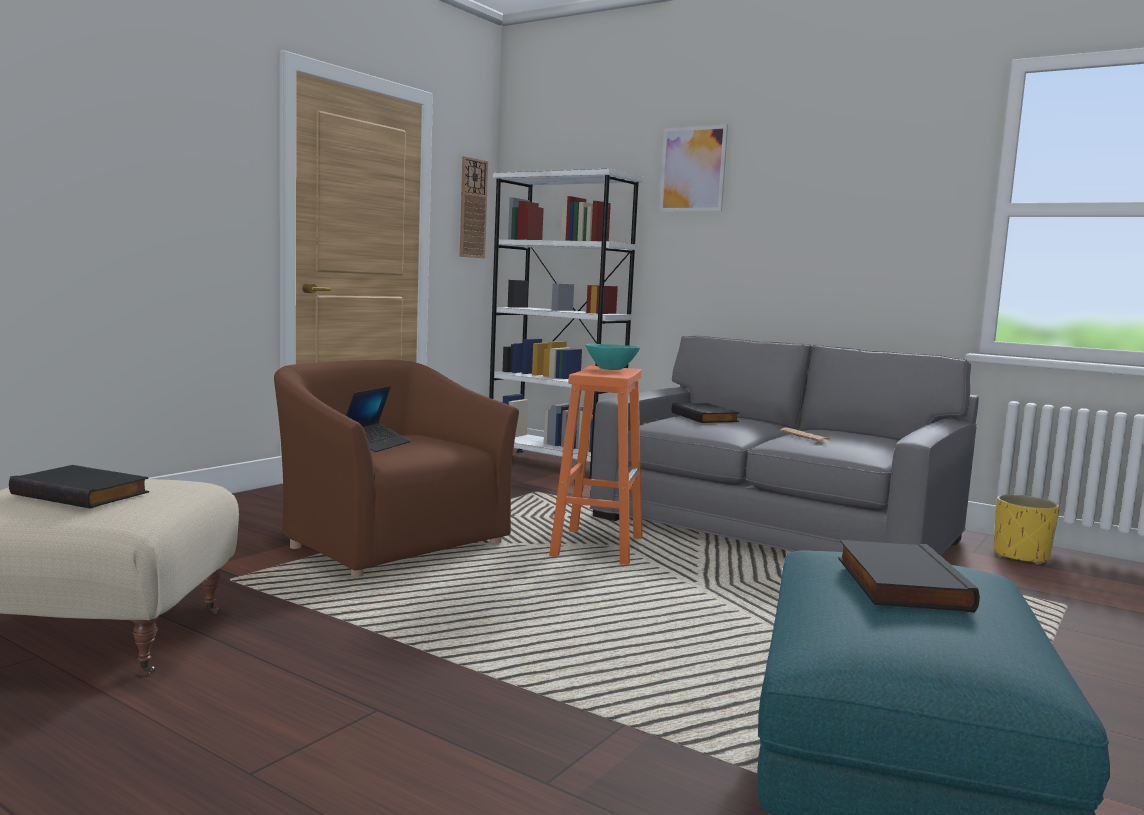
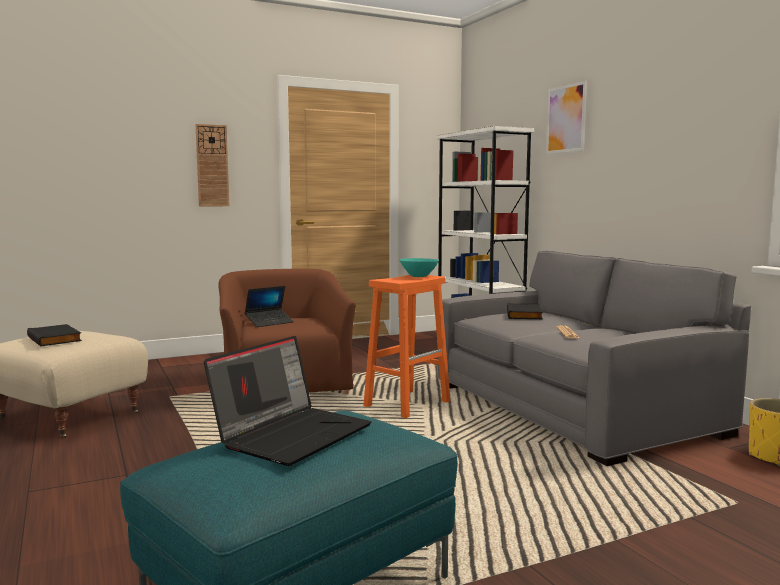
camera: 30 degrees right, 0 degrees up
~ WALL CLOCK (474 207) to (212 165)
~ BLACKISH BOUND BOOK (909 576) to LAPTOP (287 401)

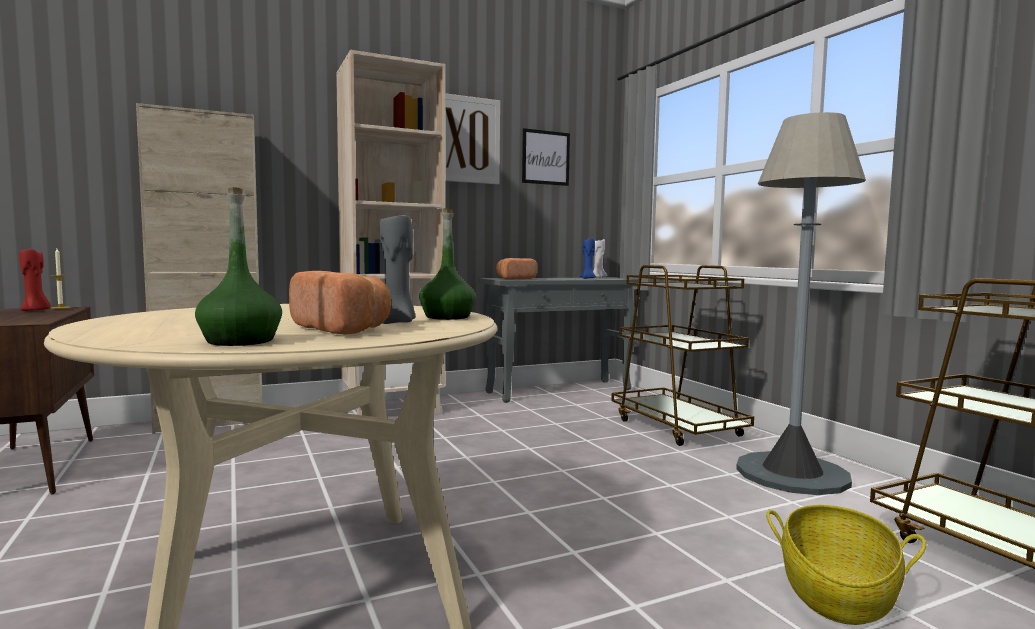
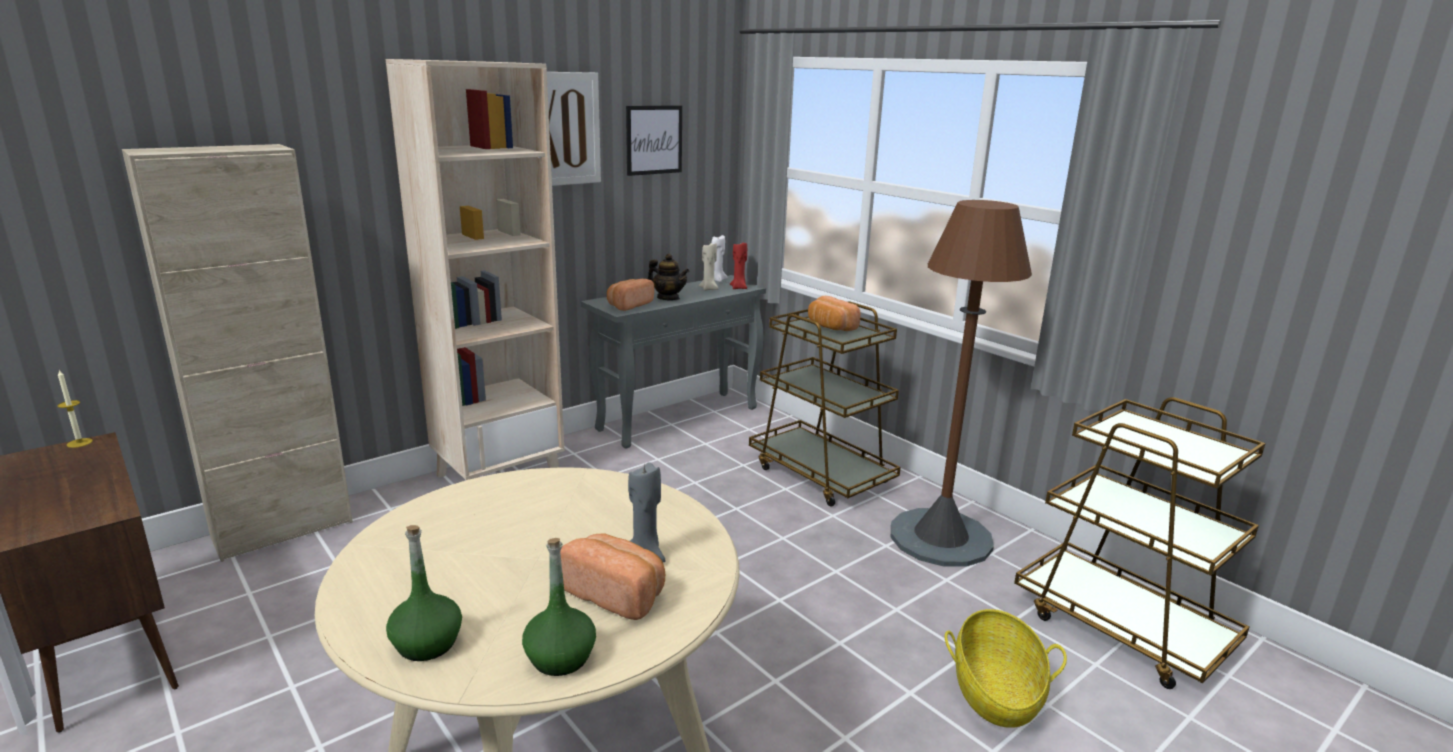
camera: 15 degrees left, 15 degrees up
~ GREYISH STANDARD LAMP (801 303) to BROWNISH STANDARD LAMP (961 383)
~ GREEN-COLOURED BEVERAGE BOTTLE (447 264) to (424 593)
~ BLUISH CANDLE (588 259) to BEIGE-COLOURED CANDLE (708 267)
~ RED CANDLE (35 280) to (738 266)
+ TEAPOT (668 277)
+ BAKED BREAD (834 313)

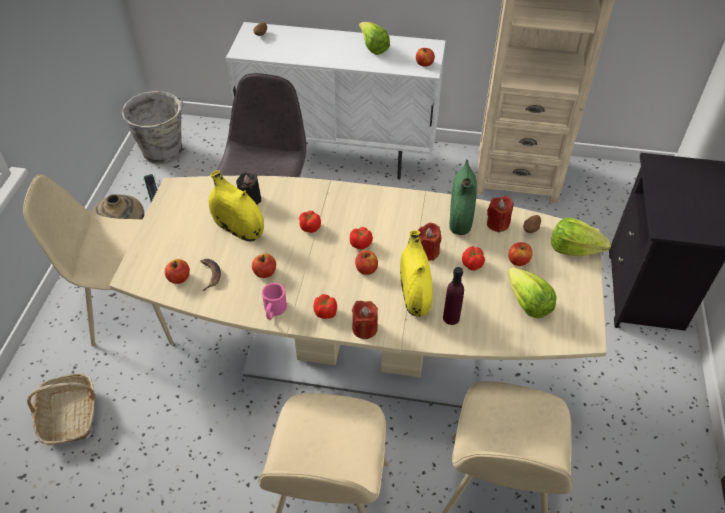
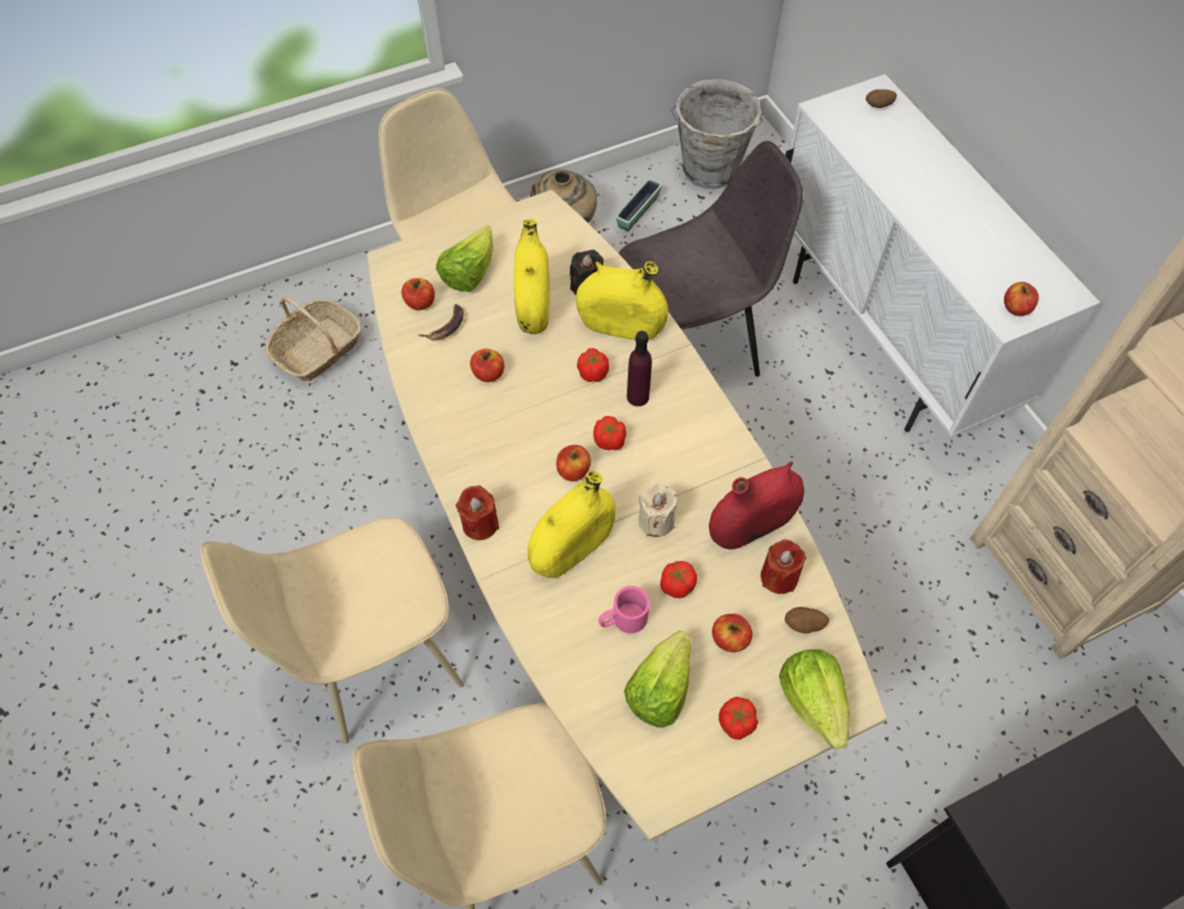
camera: 55 degrees right, 10 degrees up
~ LETTUCE HEAD (374 38) to (464 258)
~ GREEN-COLOURED DECORATIVE VASE (463 197) to RED DECORATIVE VASE (756 505)
~ RED CANDLE (430 242) to BEIGE-COLOURED CANDLE (658 510)
~ PURPLE-COLOURED BEVERAGE BOTTLE (453 296) to (639 368)
~ PINK MUG (274 301) to (624 609)
~ TOMATO (325 306) to (738 718)
+ YELLOW DECORATIVE VASE (622 300)

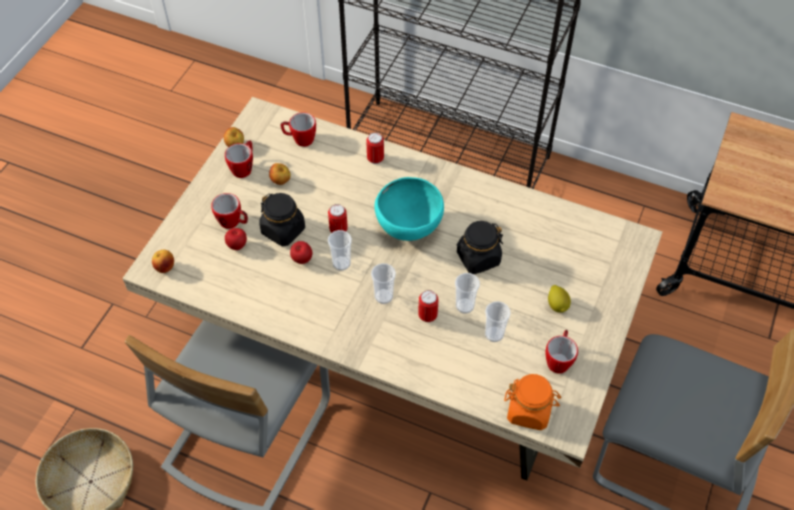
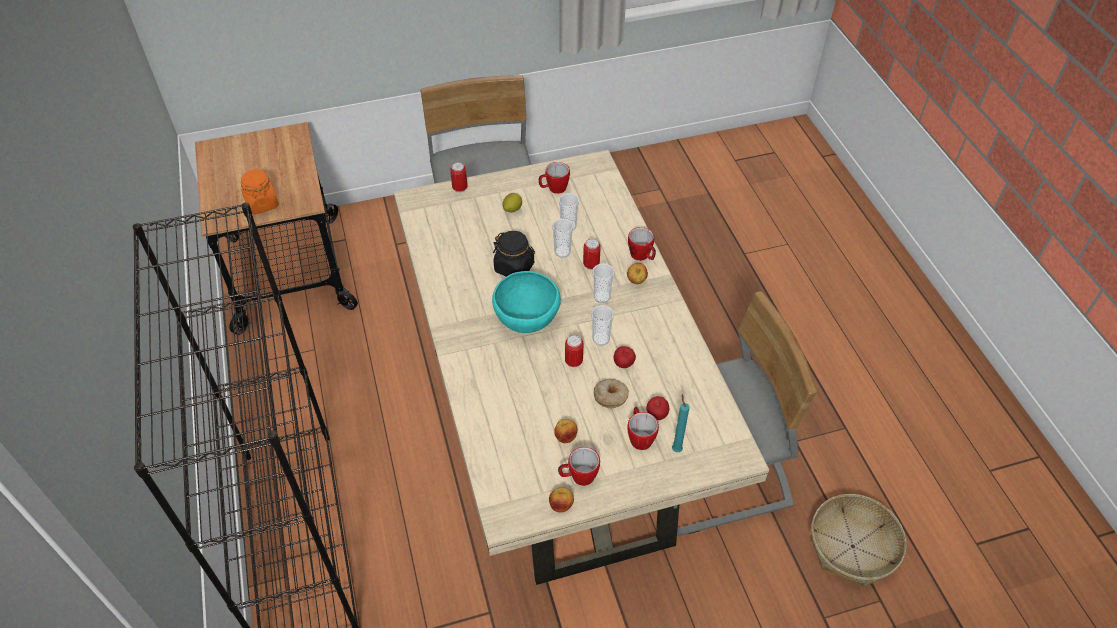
camera: 130 degrees left, 5 degrees down
~ MUG (298 129) to (642 244)
~ METAL CAN (375 148) to (459 177)
~ BLACKISH JAR (282 219) to DOUGHNUT (611 393)
~ WHOLE APPLE (163 261) to (637 273)
~ ORANGE JAR (532 402) to (260 191)
+ TURQUOISE-COLOURED CANDLE (680 423)

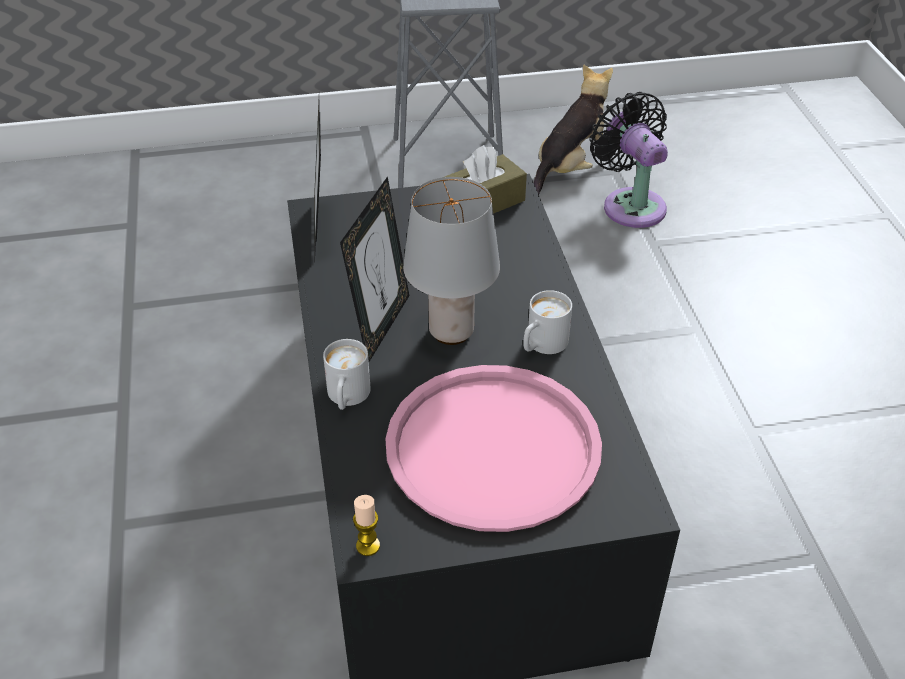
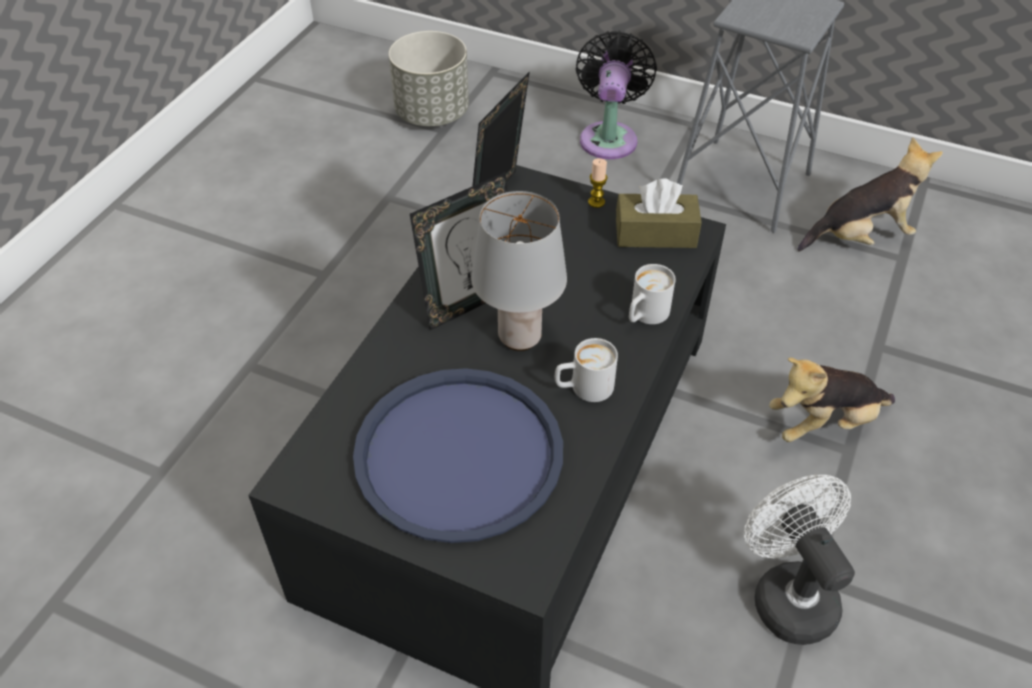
camera: 35 degrees right, 5 degrees up
~ BLACKISH ELECTRIC FAN (628 160) to (616 95)
~ WHITE MUG (347 374) to (652 294)
~ PINK SERVING TRAY (493 448) to BLUISH SERVING TRAY (458 455)
~ CANDLE (366 525) to (597 183)
+ GREYISH PLANTER (429 78)
+ PLUSH TOY (832 399)
+ WHITE ELECTRIC FAN (799 560)

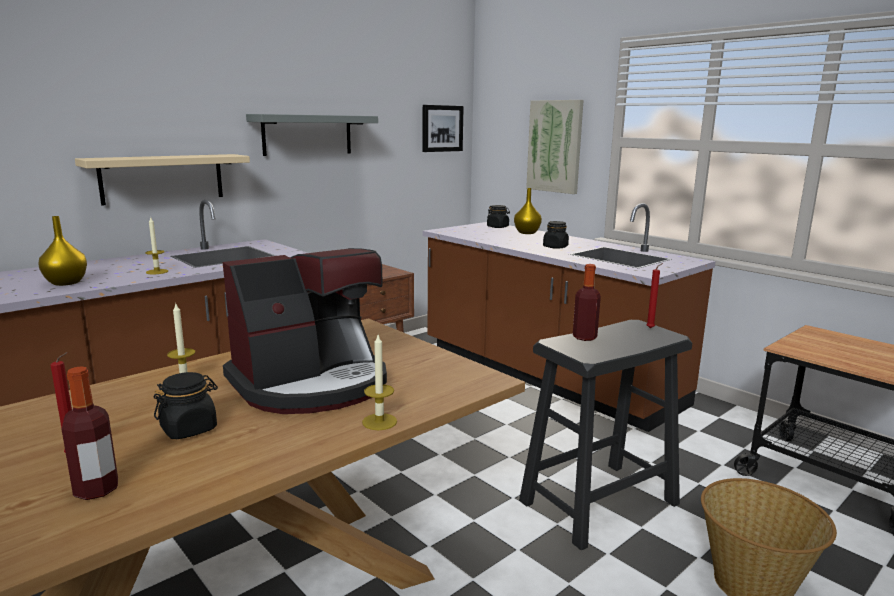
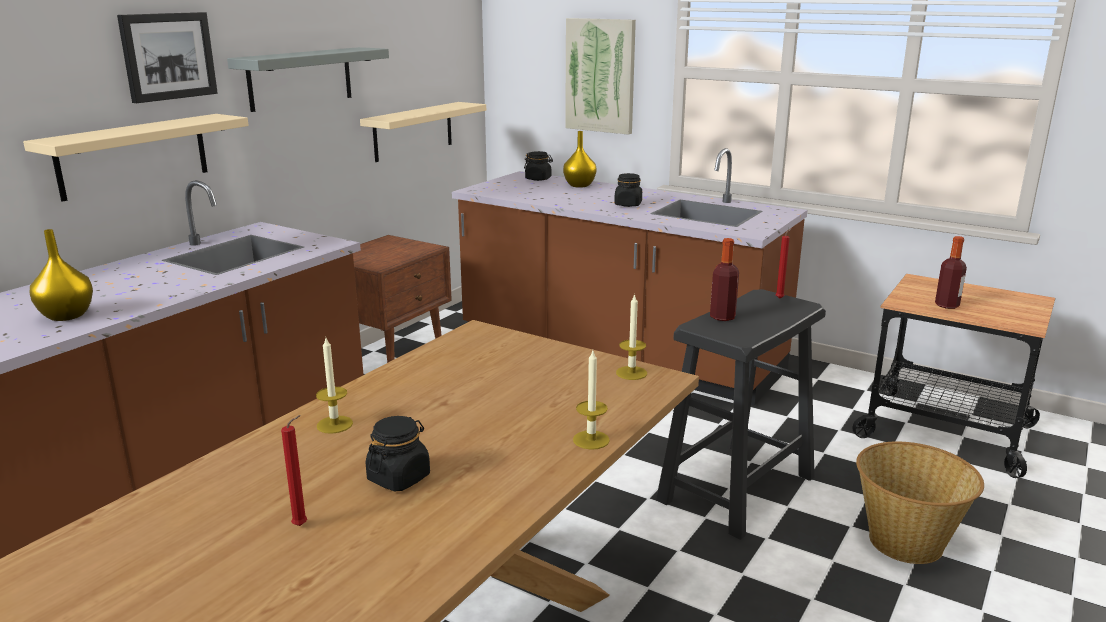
camera: 15 degrees left, 5 degrees up
~ WALL ART (443 128) to (167 57)
~ CANDLE (156 245) to (631 337)
- COFFEE MAKER (305 331)
~ BEVERAGE BOTTLE (90 433) to (951 272)
+ BEIGE-COLOURED WALL SHELF (423 132)

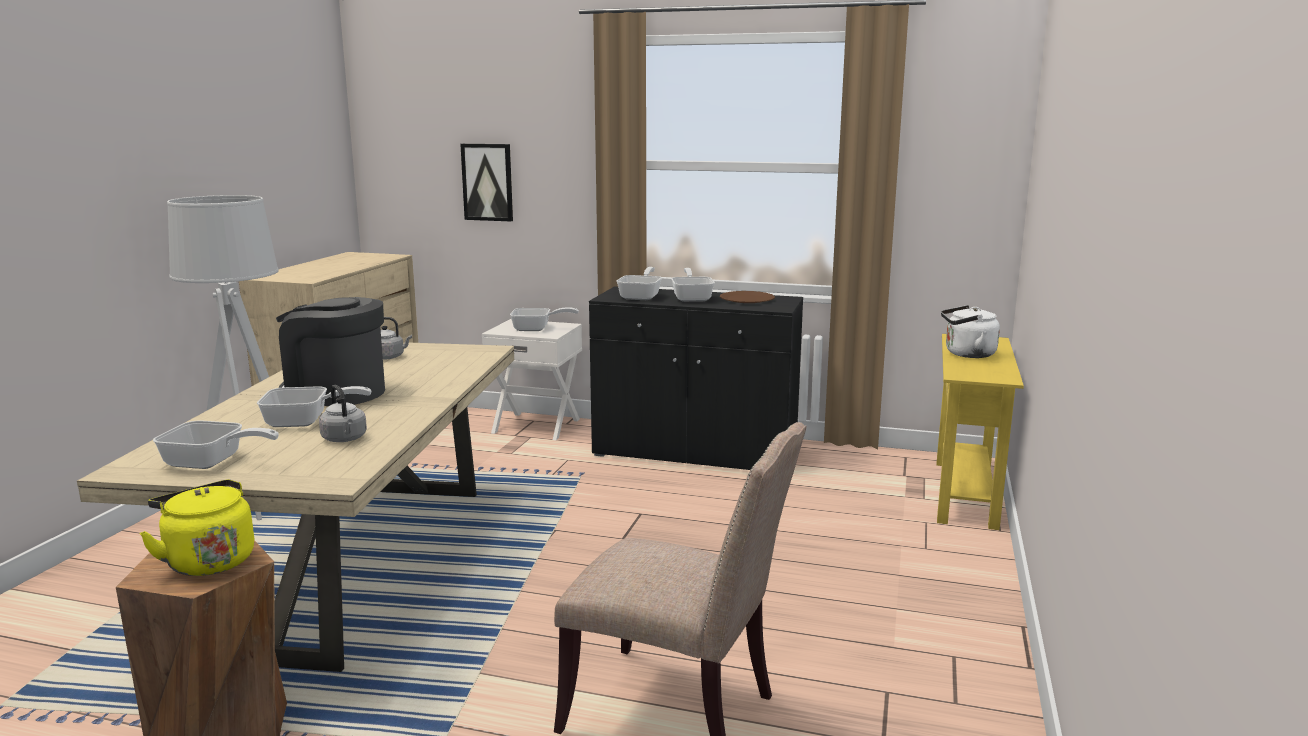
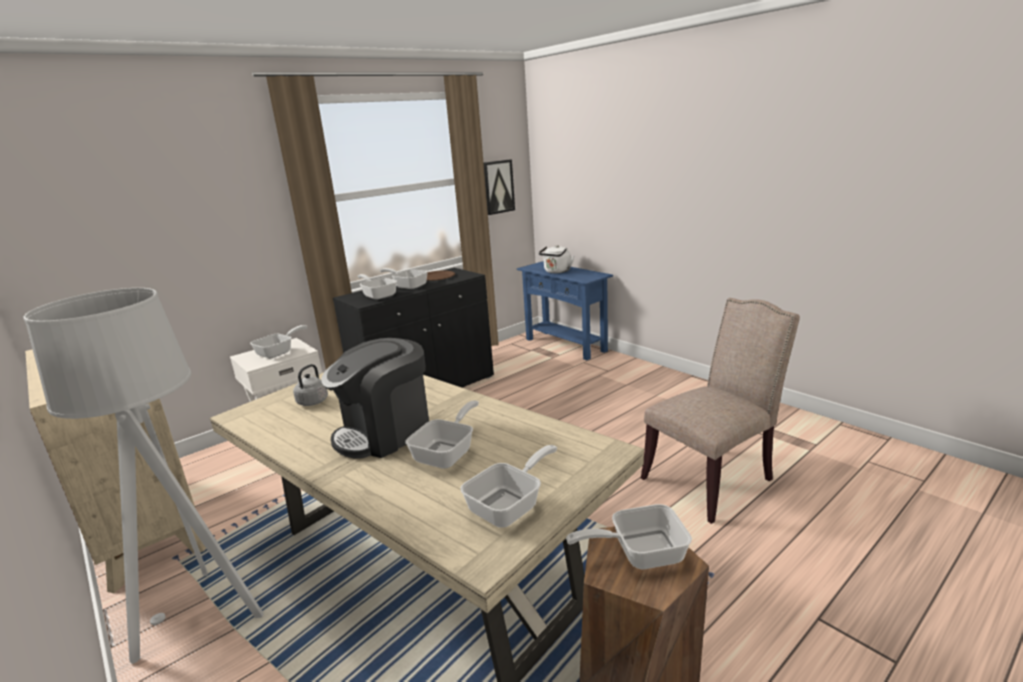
camera: 55 degrees left, 5 degrees up
~ WALL ART (486 182) to (499 187)
~ YELLOW HALL TABLE (980 432) to BLUISH HALL TABLE (565 310)
- GREYISH KETTLE (343 413)
~ YELLOW KETTLE (196 527) to PAN (629 536)

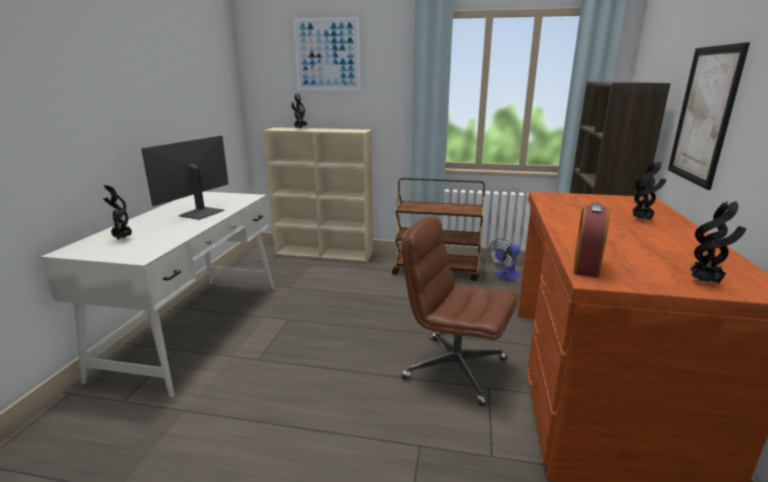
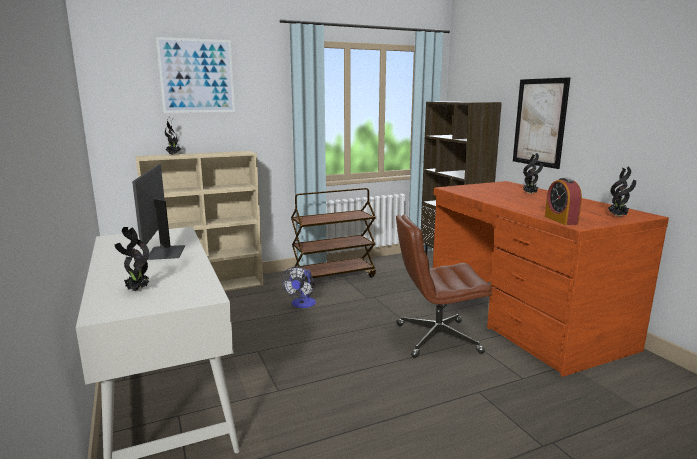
camera: 35 degrees left, 5 degrees down
~ ELECTRIC FAN (504 259) to (299 287)

